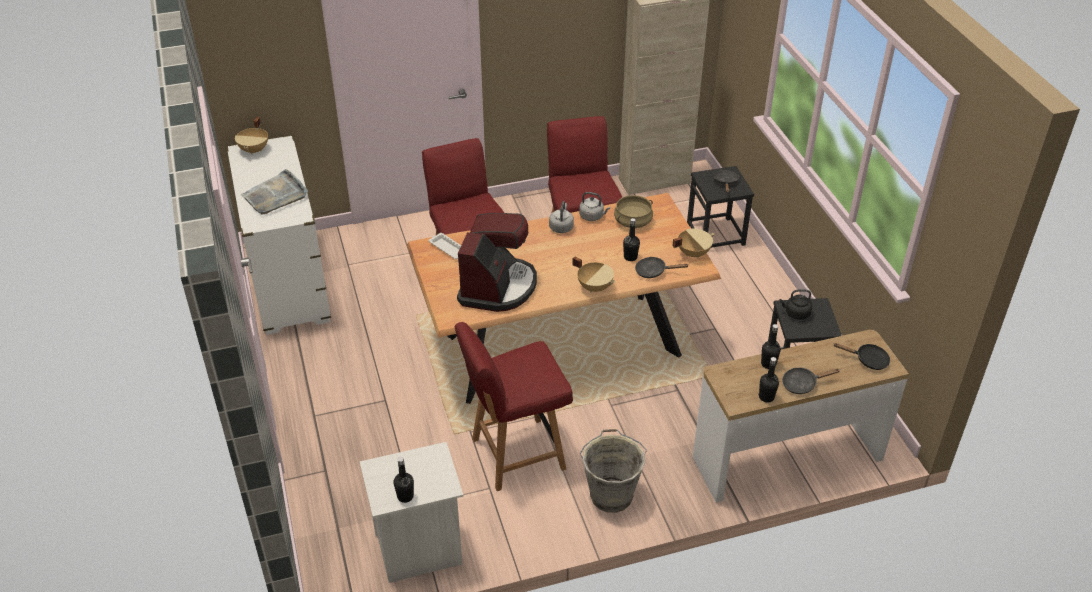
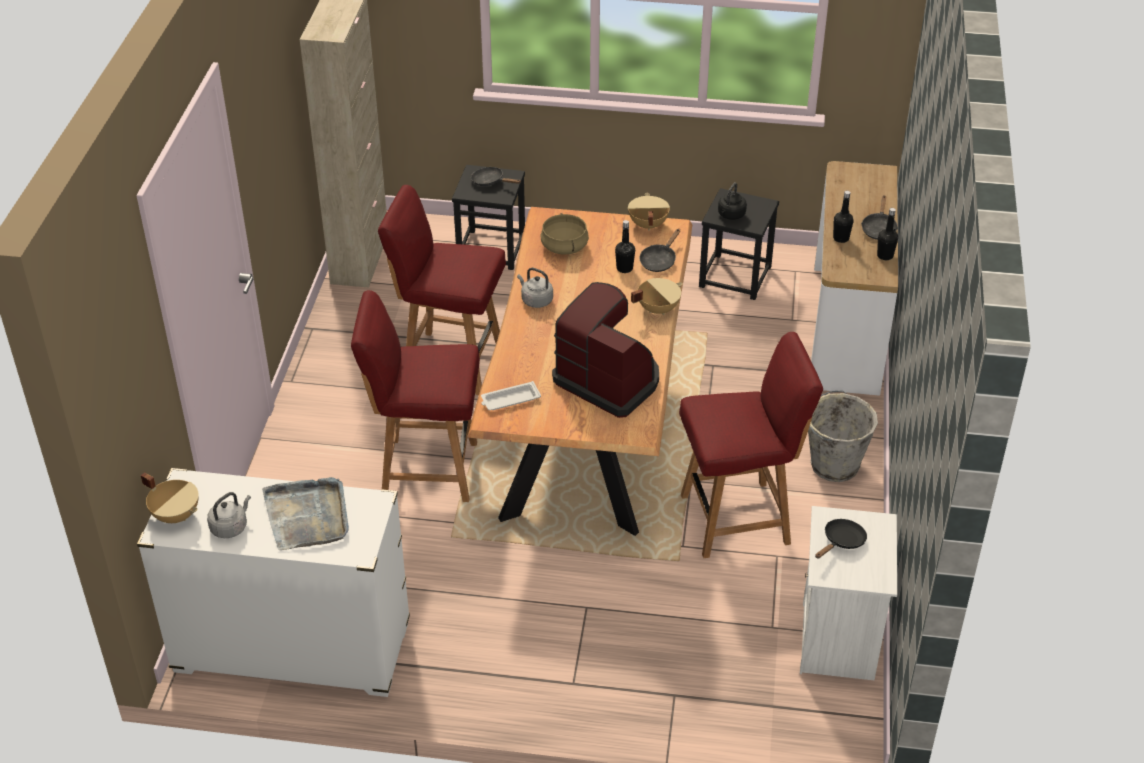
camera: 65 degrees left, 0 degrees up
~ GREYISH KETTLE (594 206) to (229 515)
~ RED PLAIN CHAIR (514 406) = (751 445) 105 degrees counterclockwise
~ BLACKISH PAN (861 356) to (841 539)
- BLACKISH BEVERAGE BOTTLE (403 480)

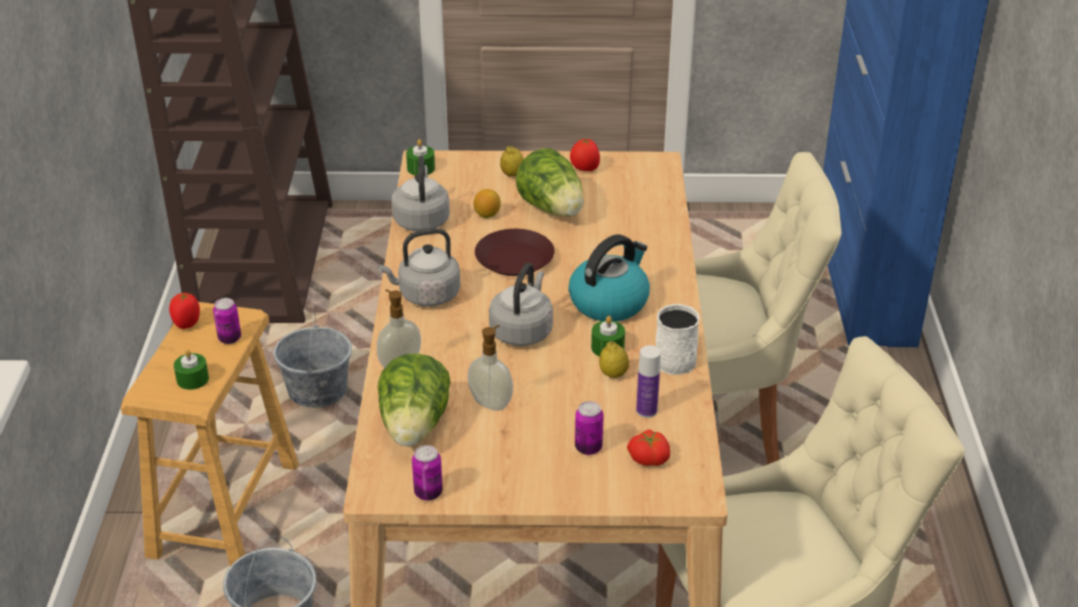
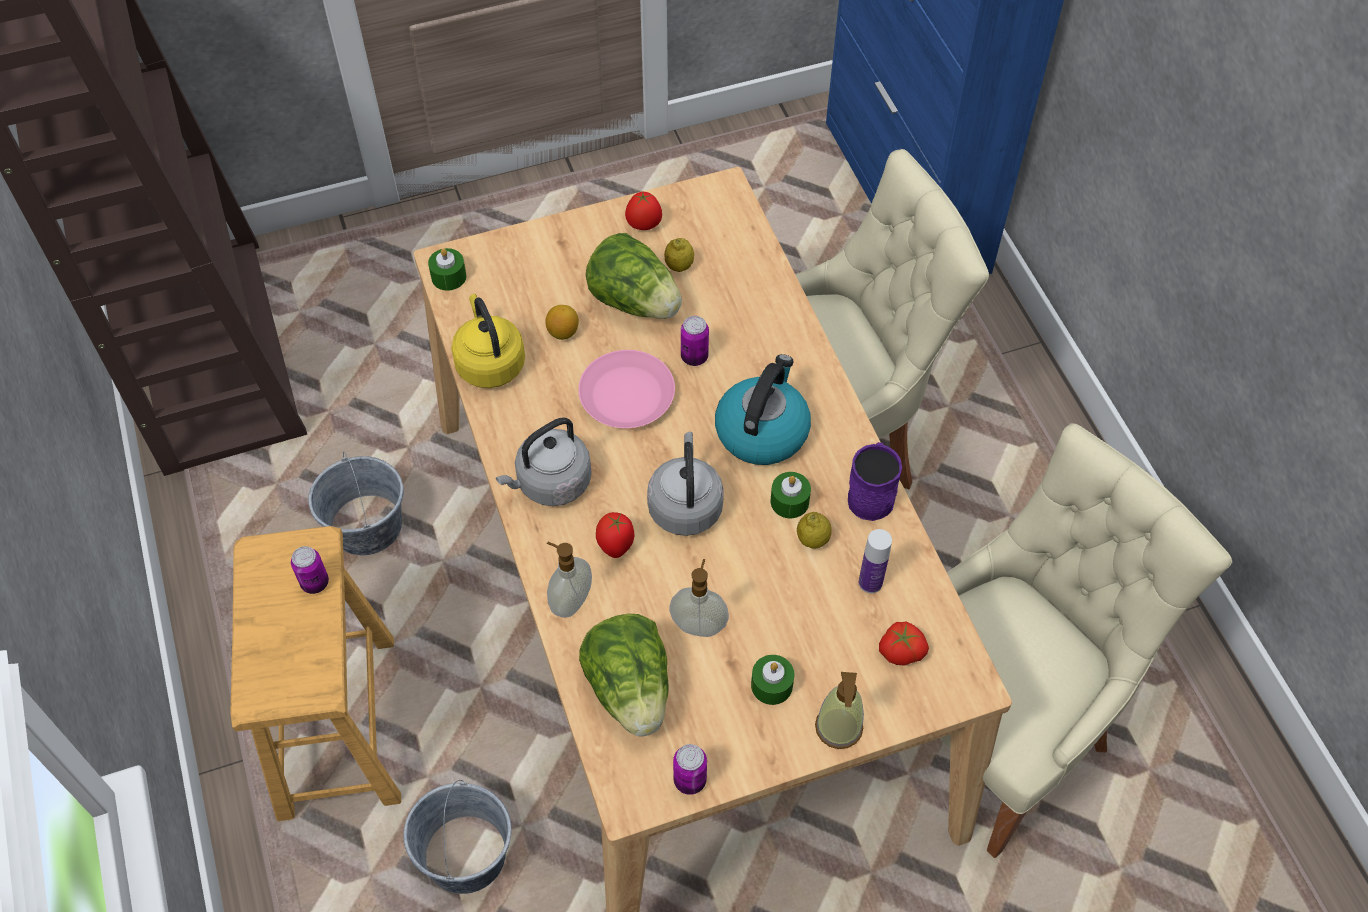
camera: 20 degrees left, 20 degrees up
~ CITRUS FRUIT (512 161) to (679 255)
~ GREYISH KETTLE (421 194) to YELLOW KETTLE (488 341)
~ BROWNISH PLATE (514 252) to PINK PLATE (626 389)
~ TOMATO (184 311) to (615 535)
~ WHITE MUG (677 339) to PURPLE-COLOURED MUG (875 481)
~ GREEN-COLOURED CANDLE (191 369) to (772 680)
~ METAL CAN (589 428) to (695 341)
+ LIQUID SOAP BOTTLE (839 710)

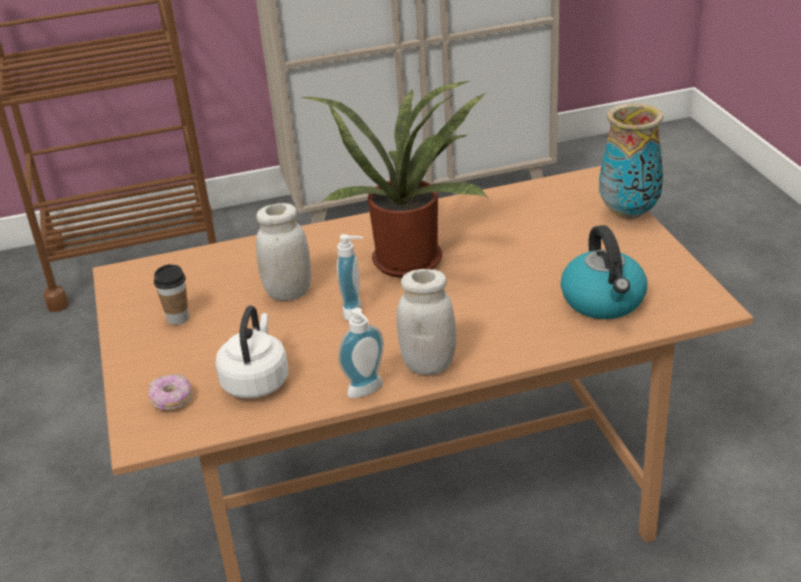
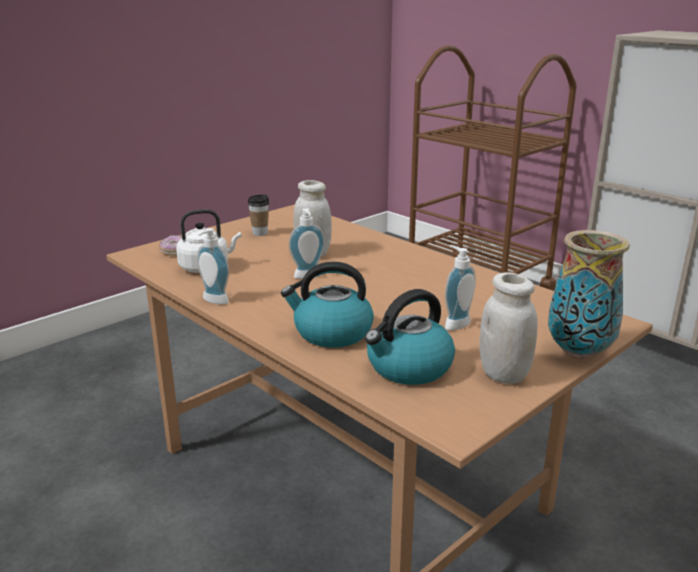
camera: 60 degrees right, 10 degrees down
- POTTED PLANT (395 179)
~ WHITE JAR (427 322) to (508 328)
+ LIQUID SOAP BOTTLE (460 287)
+ KETTLE (327 305)

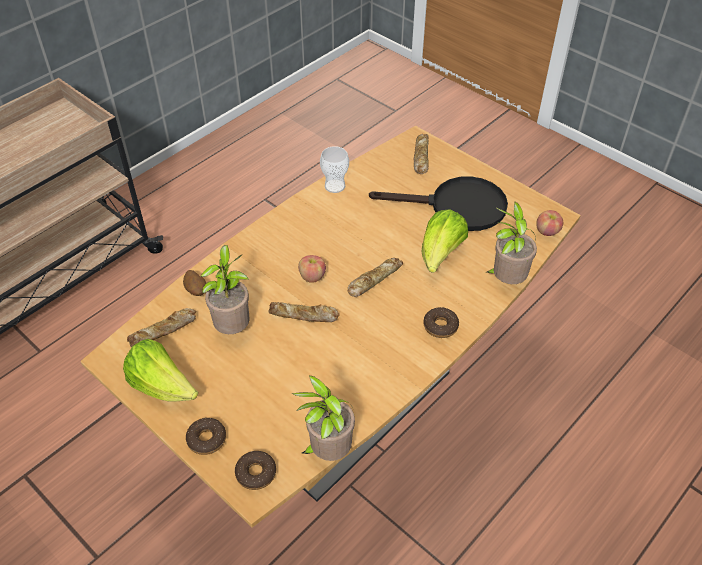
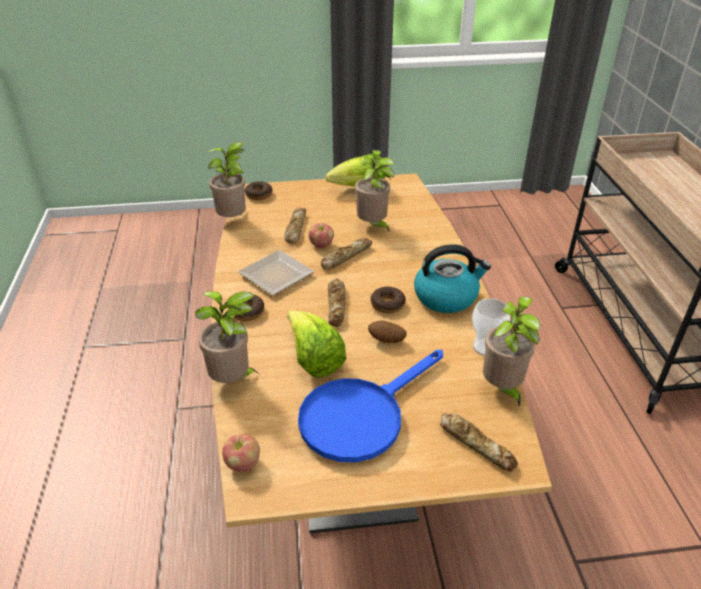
camera: 130 degrees right, 10 degrees down
~ BLACKISH PAN (438 203) to BLUISH PAN (370 406)
~ WHOLE APPLE (312 269) to (321 235)
~ WHOLE POTATO (194 283) to (387 332)
~ BAKED BREAD (161 327) to (295 225)
~ DOUGHNUT (206 436) to (388 300)
+ KETTLE (452 278)
+ PLATE (276 273)
+ POTTED PLANT (511 352)

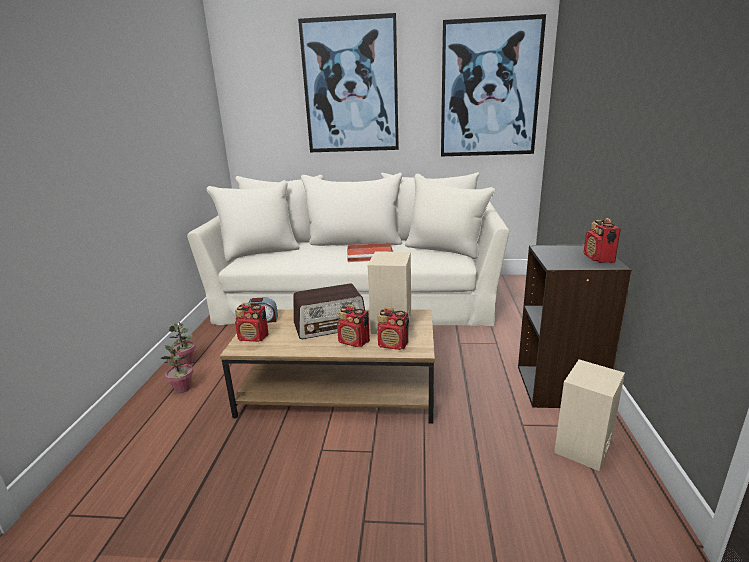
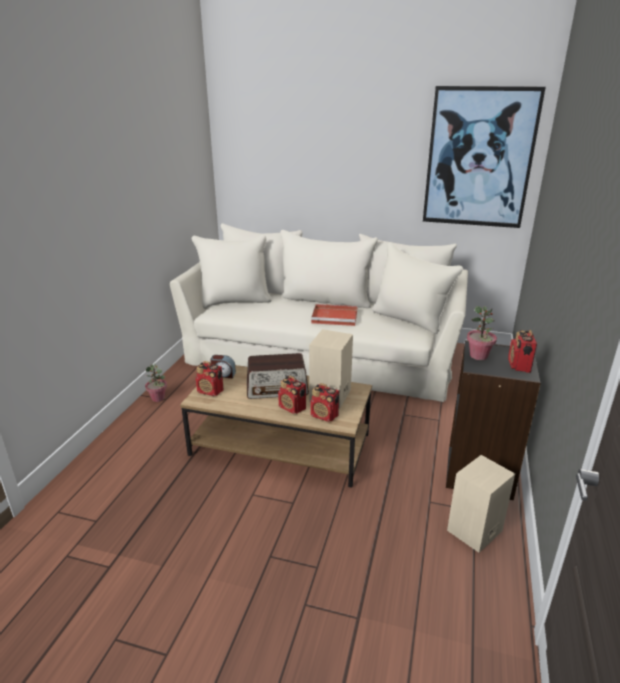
camera: 10 degrees right, 5 degrees up
- WALL ART (348 82)
~ POTTED PLANT (177 368) to (482 333)

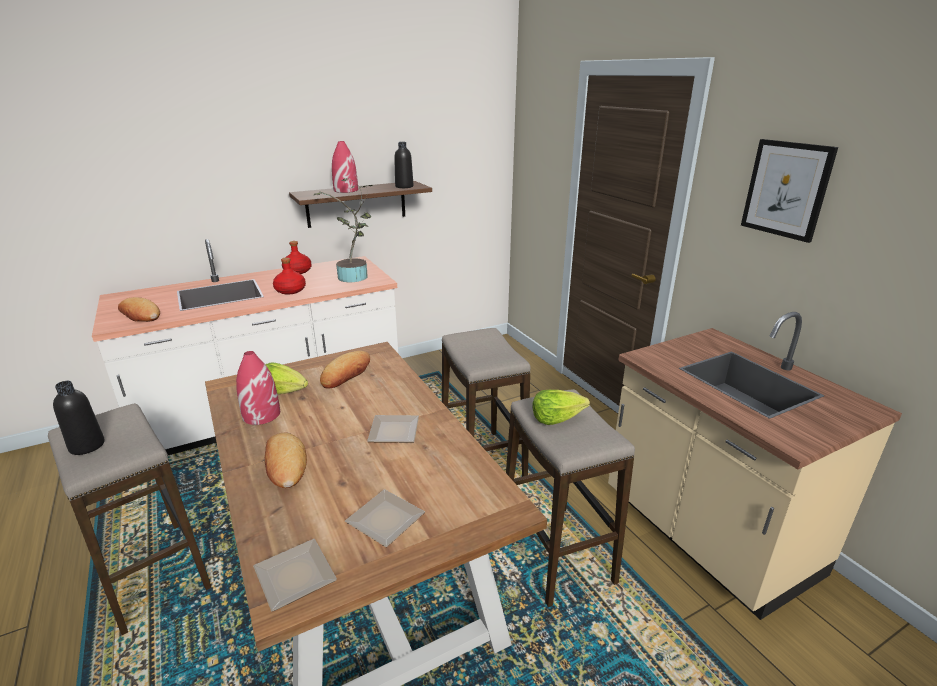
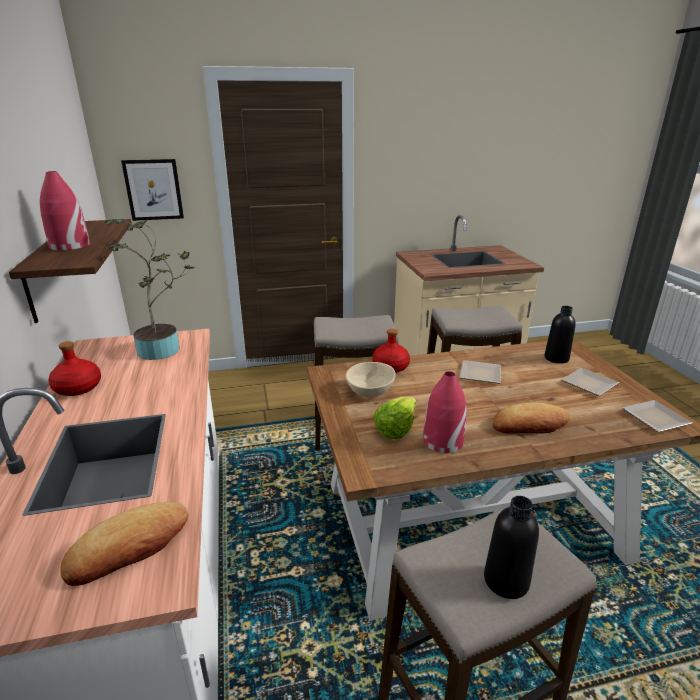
camera: 75 degrees left, 0 degrees up
~ WALL ART (789 191) to (152 190)
~ BLACKISH BEVERAGE BOTTLE (403 165) to (560 335)
~ RED BEVERAGE BOTTLE (289 276) to (391 351)
~ BAKED BREAD (345 370) to BEIGE-COLOURED SERVING BOWL (371 379)
- LETTUCE HEAD (561 407)

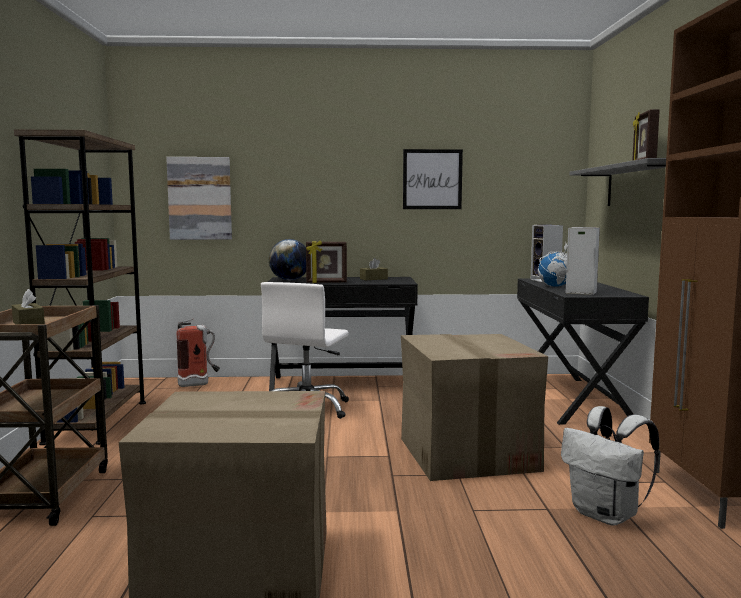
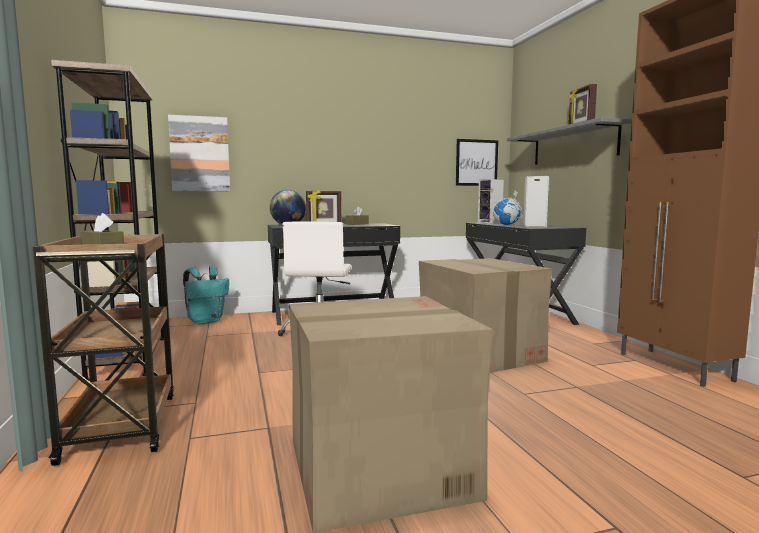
camera: 15 degrees left, 0 degrees up
~ WALL ART (433 179) to (477 162)
~ EXTINGUISHER (198 353) to TURQUOISE-COLOURED KNAPSACK (206 295)
- WHITE KNAPSACK (610 466)

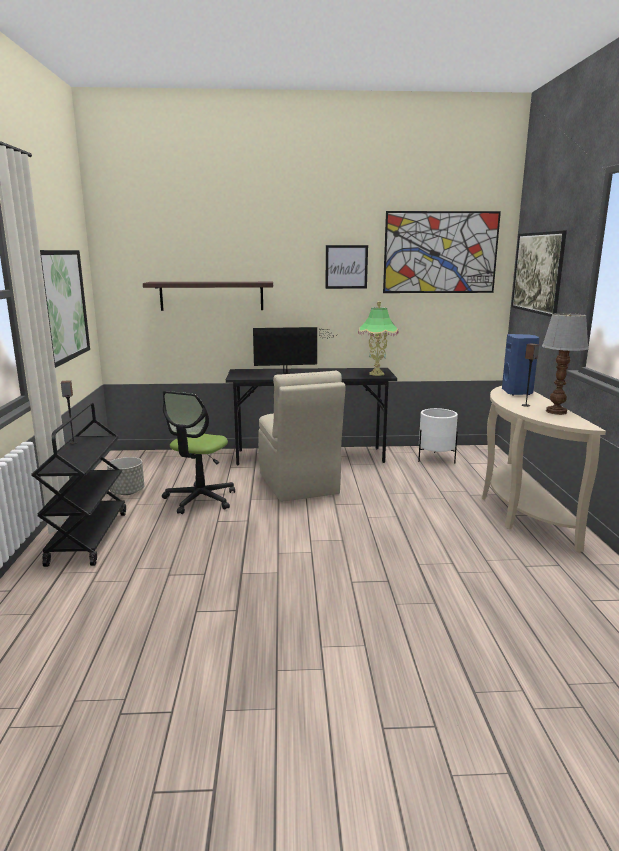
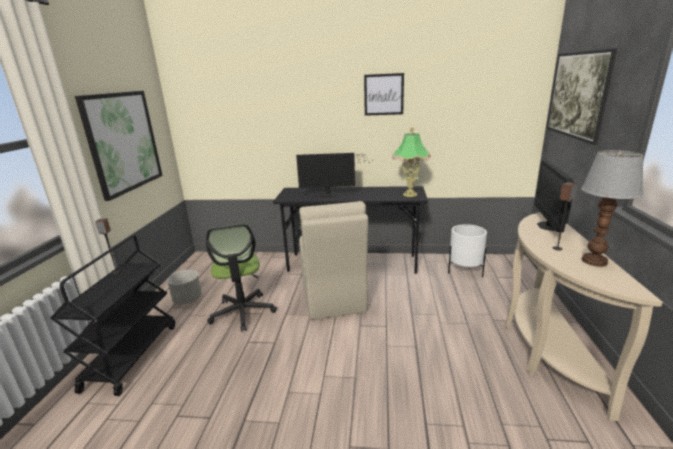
camera: 10 degrees right, 5 degrees up
- WALL ART (442 252)
- WALL SHELF (208 296)
~ BLUISH LOUDSPEAKER (521 364) to COMPUTER SCREEN (555 196)
~ OFFICE CHAIR (198 452) = (241 278) 45 degrees counterclockwise

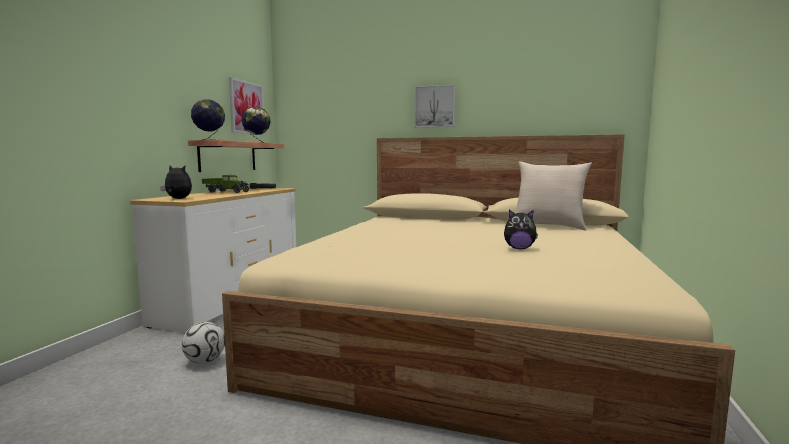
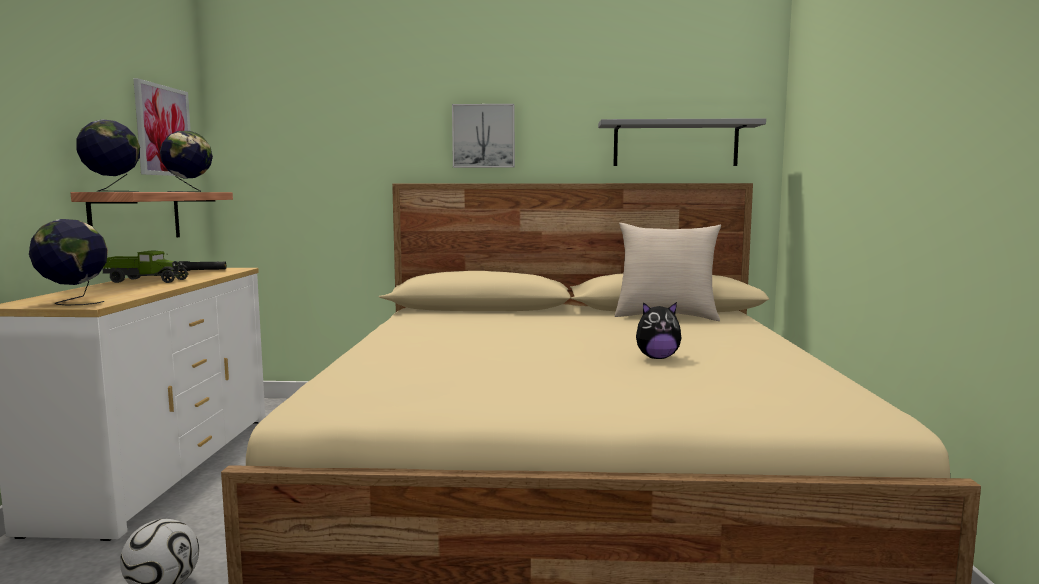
camera: 15 degrees left, 0 degrees up
~ PLUSH TOY (176 182) to WORLD GLOBE (68 262)
+ GREYISH WALL SHELF (682 142)

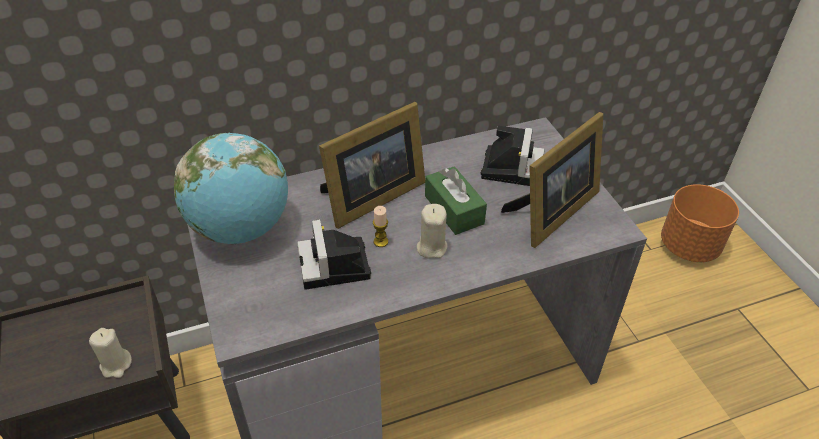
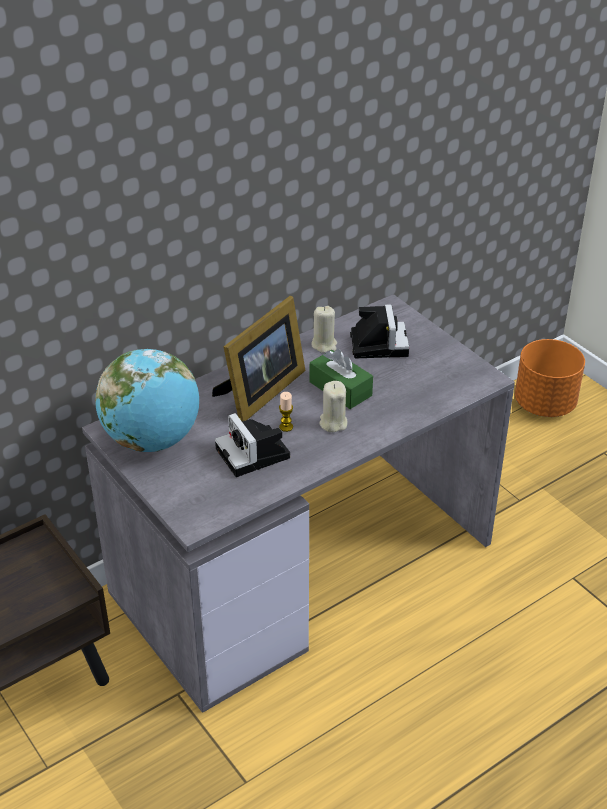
camera: 15 degrees left, 5 degrees down
- STANDING FRAME (552 180)
~ BEIGE-COLOURED CANDLE (110 353) to (324 329)

